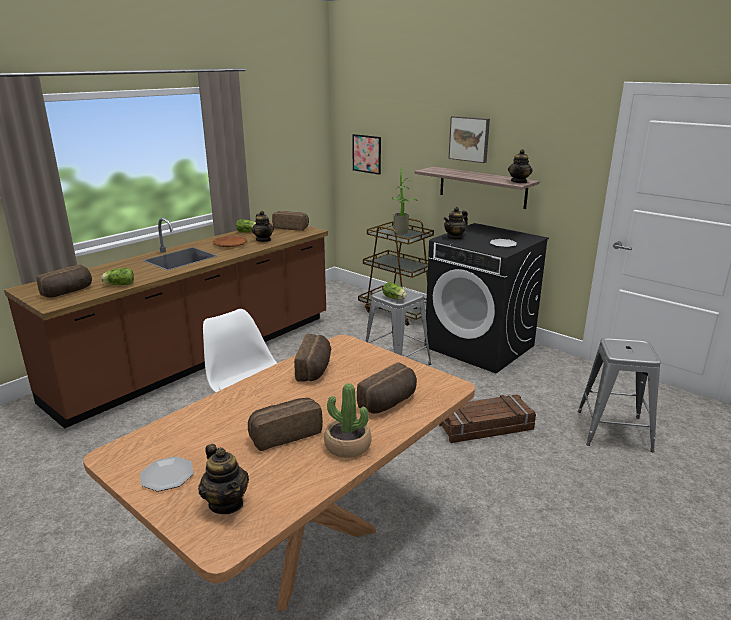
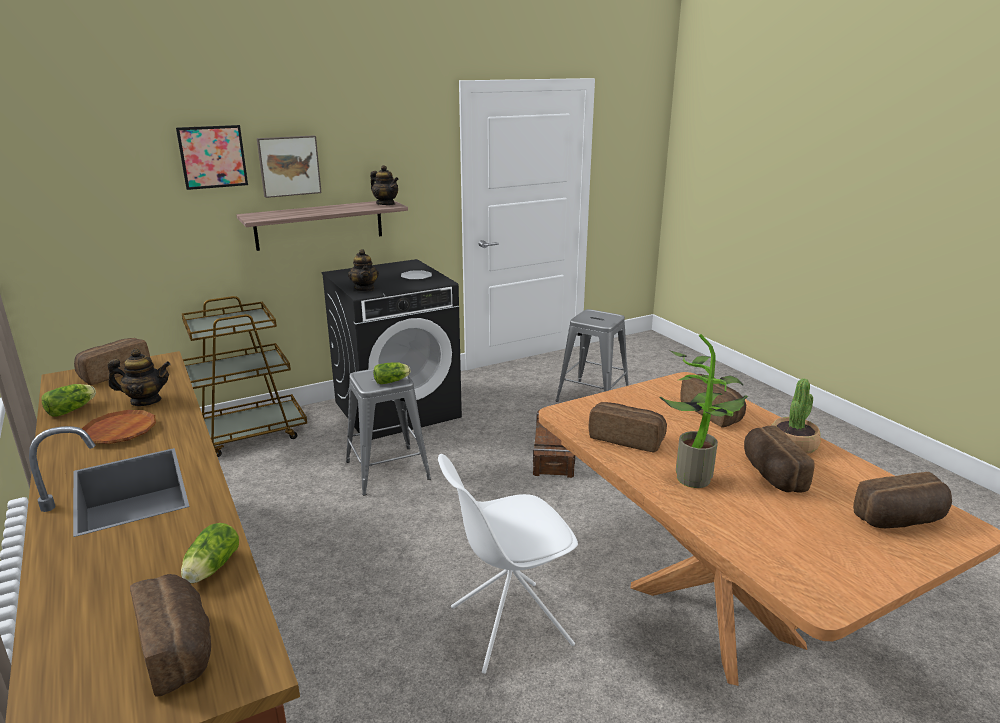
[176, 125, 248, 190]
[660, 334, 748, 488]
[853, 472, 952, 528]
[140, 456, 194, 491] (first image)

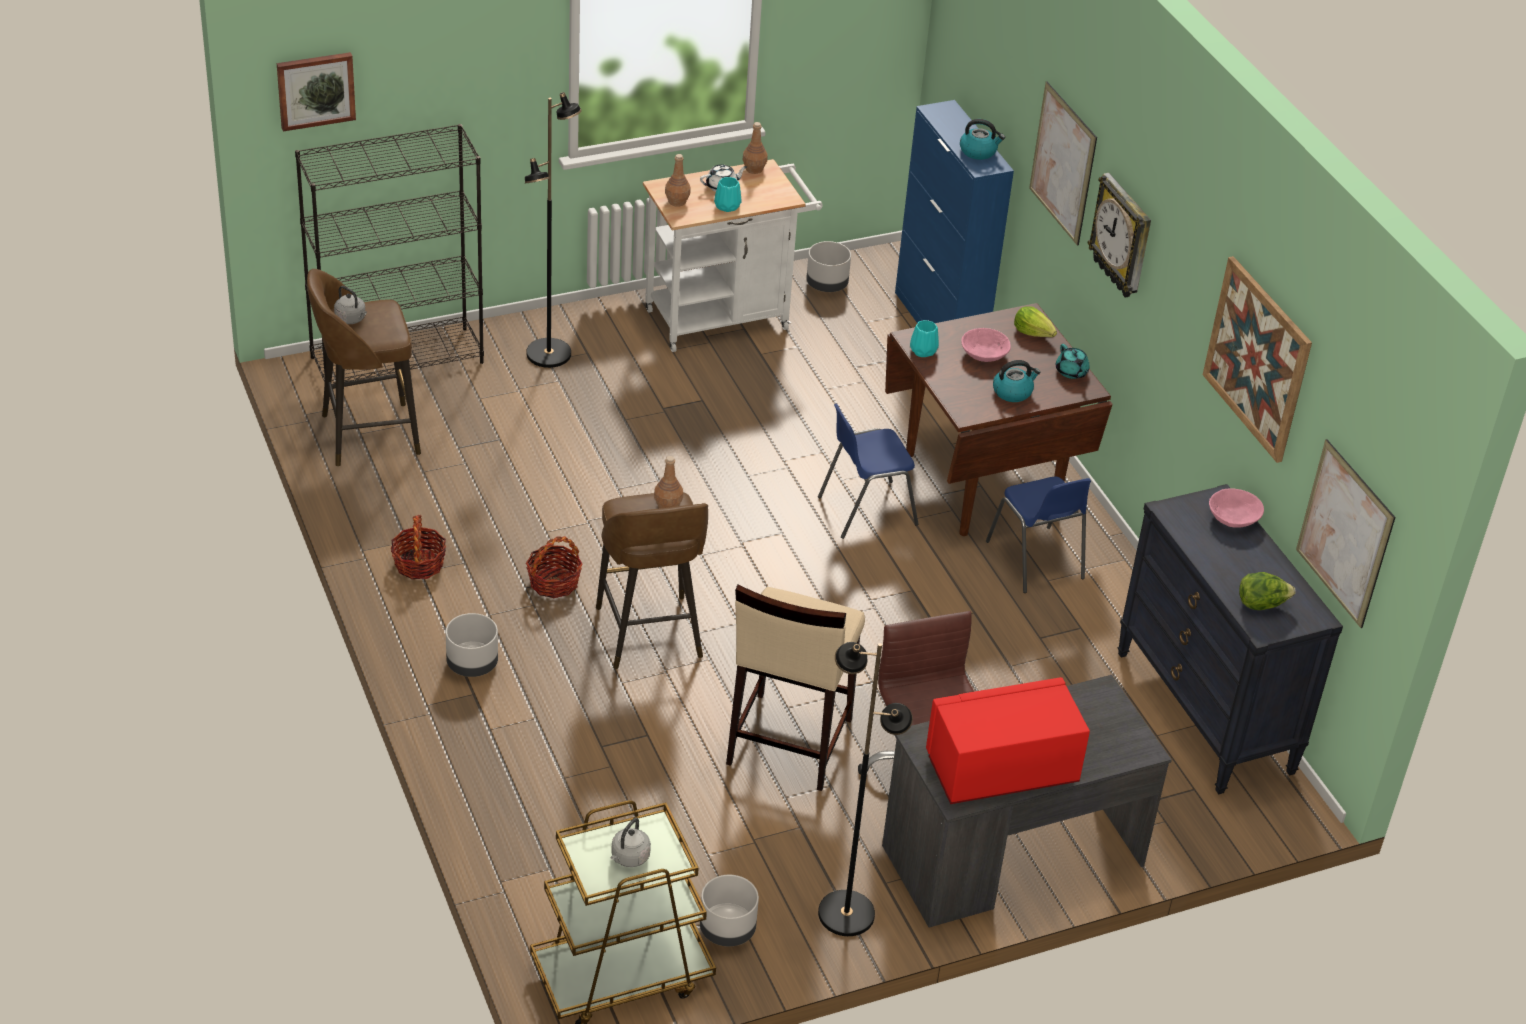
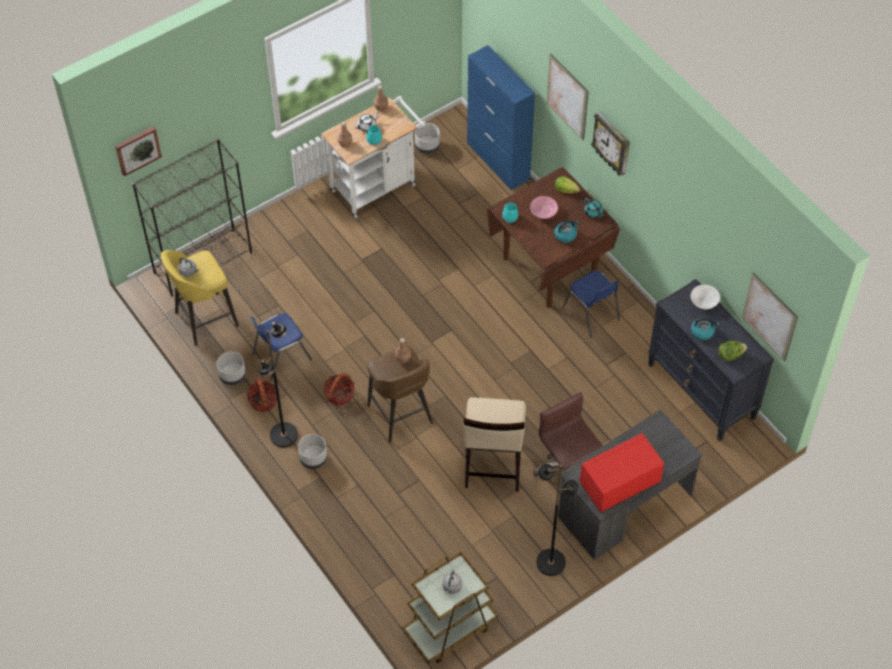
[259, 322, 298, 447]
[691, 318, 720, 340]
[1203, 256, 1312, 463] (first image)
[161, 250, 239, 346]
[250, 313, 312, 380]
[690, 285, 720, 310]
[217, 351, 246, 385]

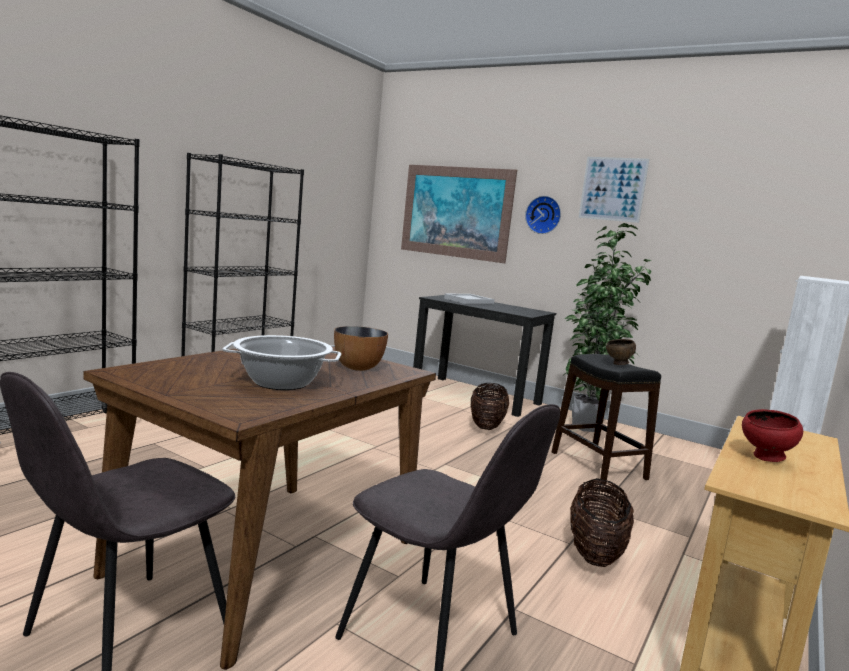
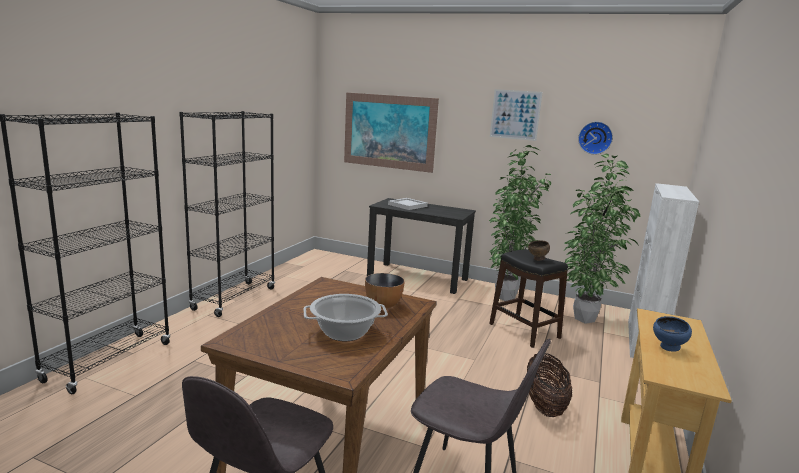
[578, 121, 613, 155]
[471, 383, 509, 430] (first image)
[653, 316, 692, 352]
[564, 154, 640, 324]

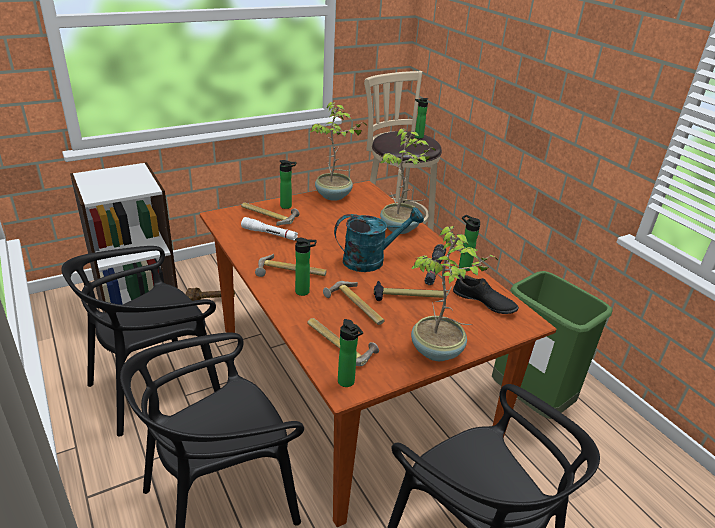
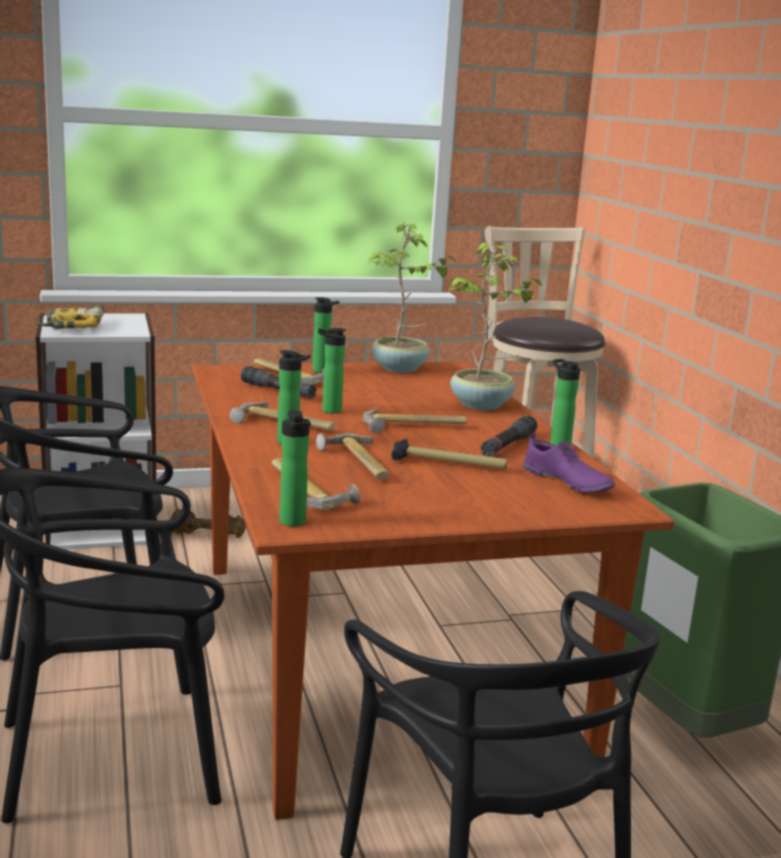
[318, 328, 346, 413]
[363, 408, 467, 433]
[240, 366, 317, 398]
[411, 226, 498, 361] (first image)
[523, 433, 616, 493]
[35, 305, 105, 329]

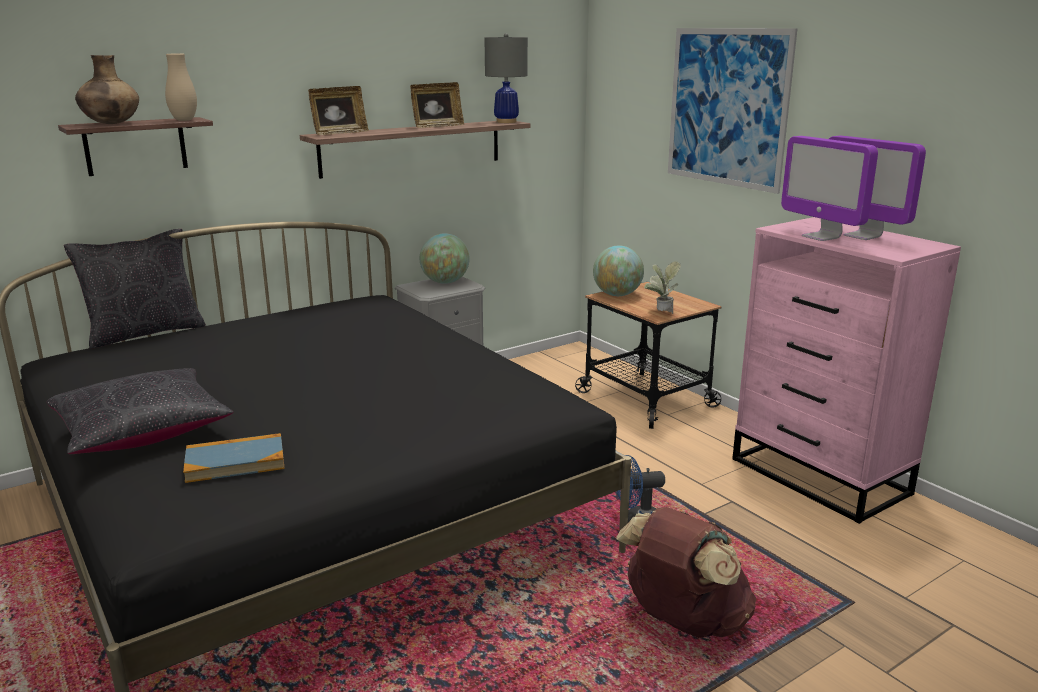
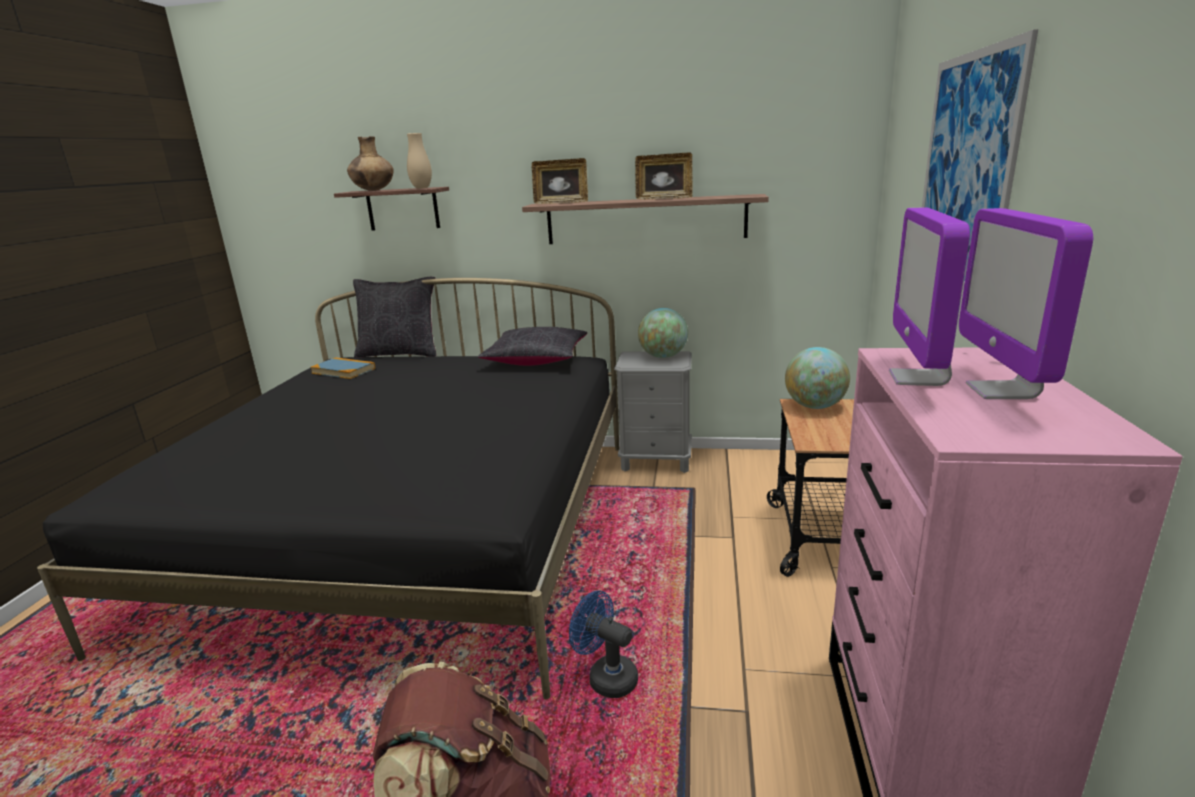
[485, 33, 528, 123] (first image)
[644, 261, 681, 314] (first image)
[478, 327, 587, 366]
[310, 357, 375, 379]

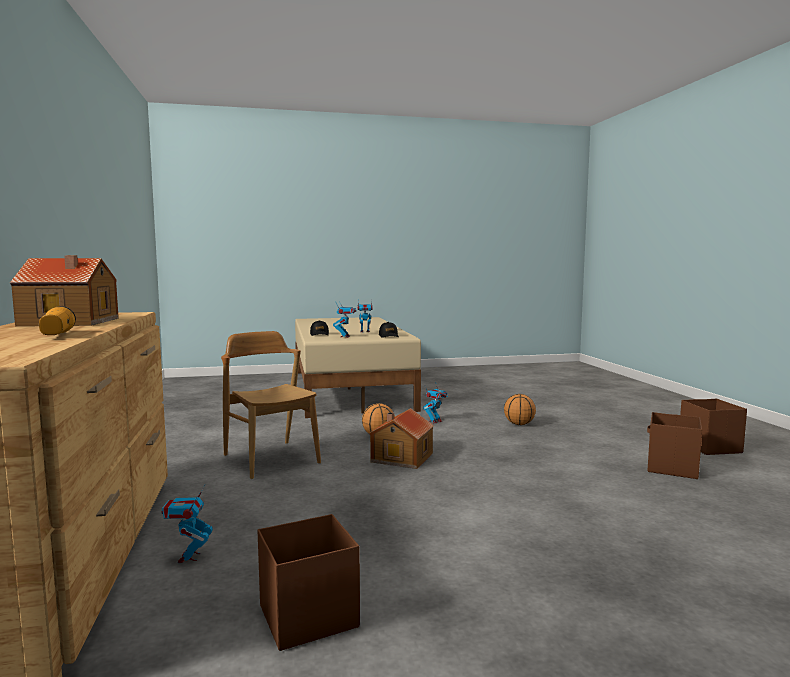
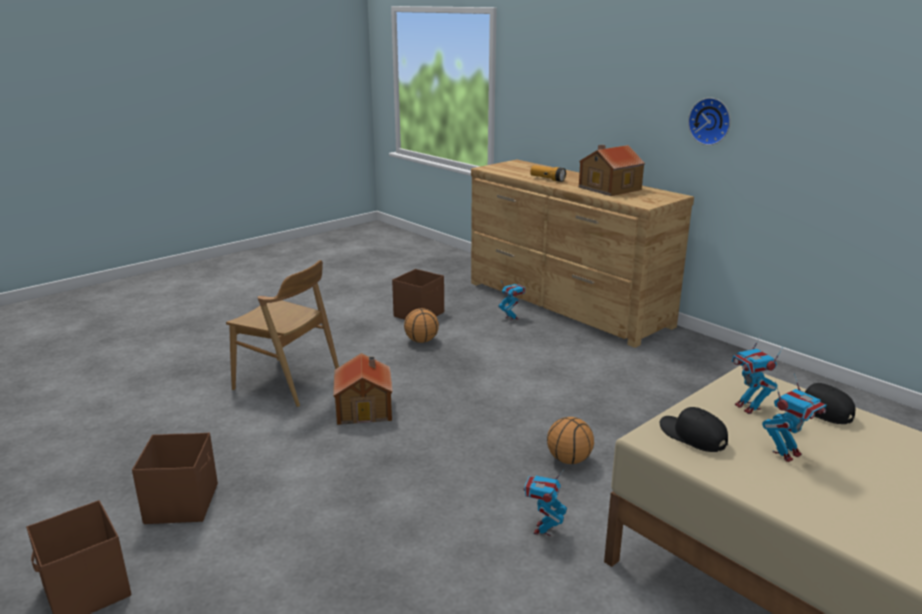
[226, 260, 339, 407]
[404, 308, 439, 343]
[333, 353, 393, 425]
[688, 98, 730, 145]

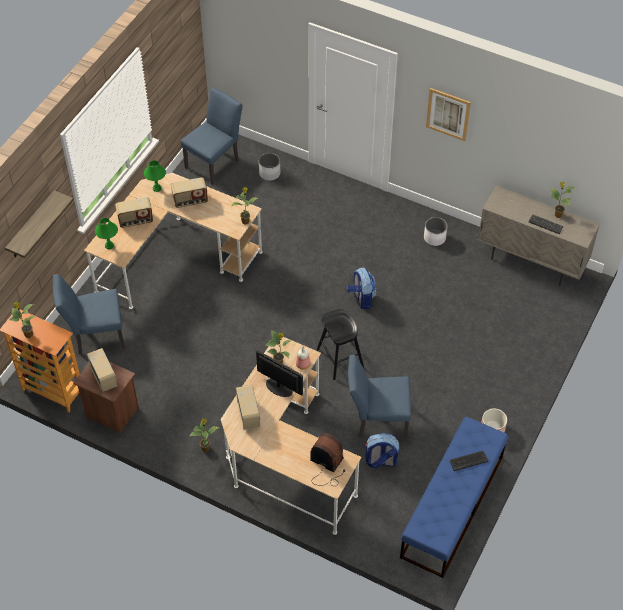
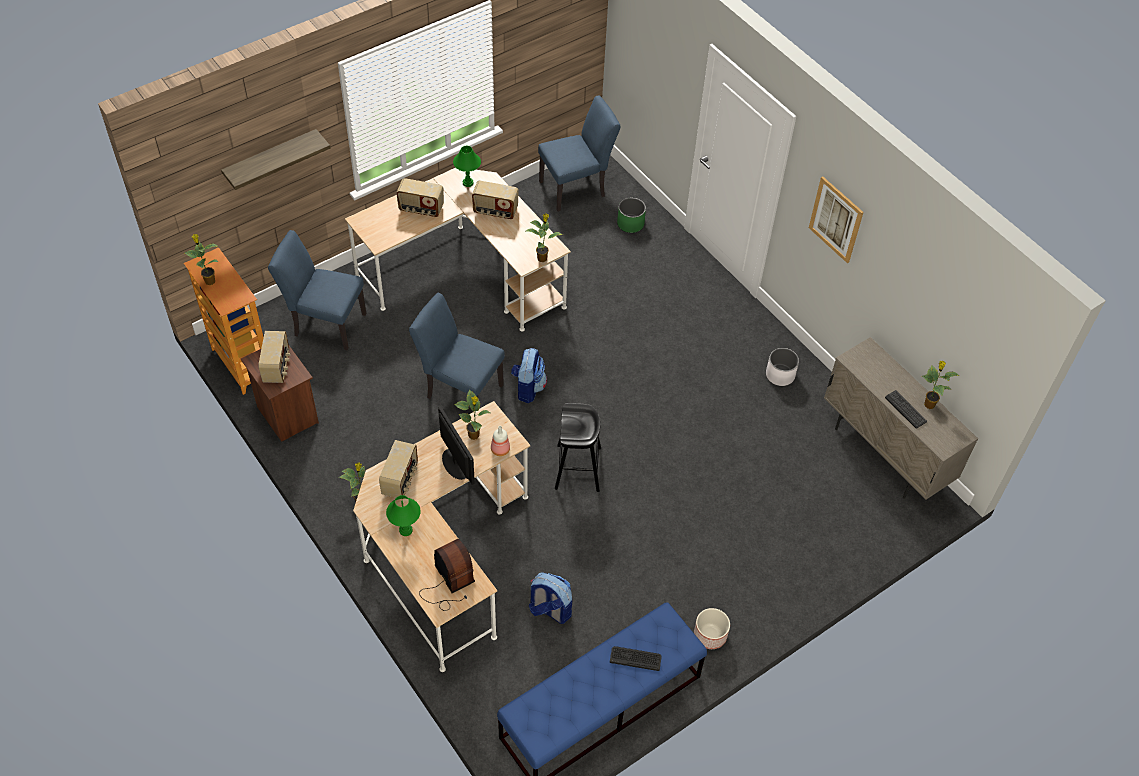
[617, 198, 646, 233]
[386, 495, 421, 536]
[511, 348, 547, 403]
[409, 293, 505, 399]

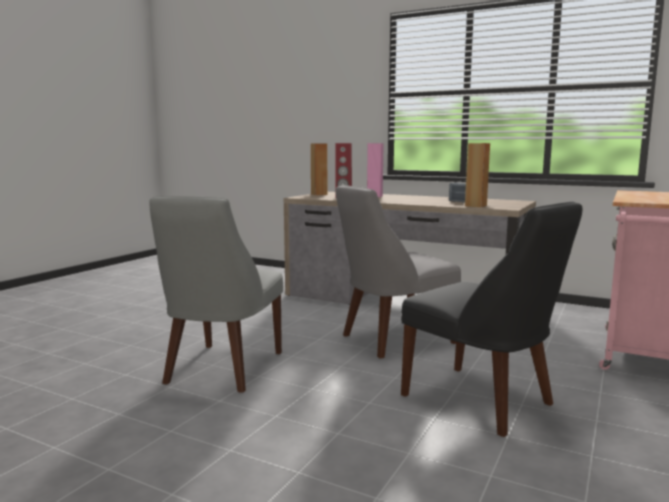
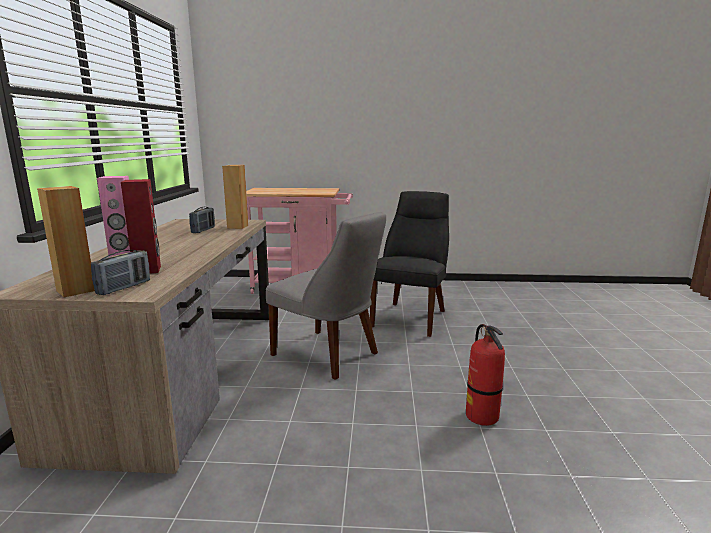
[466, 324, 505, 426]
[91, 250, 150, 295]

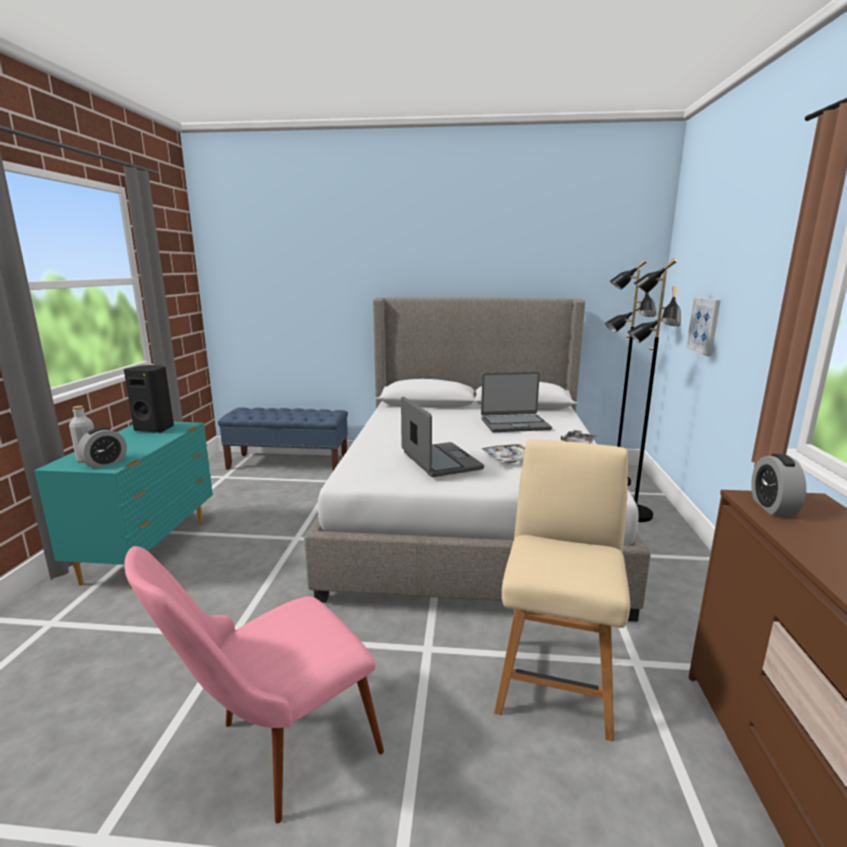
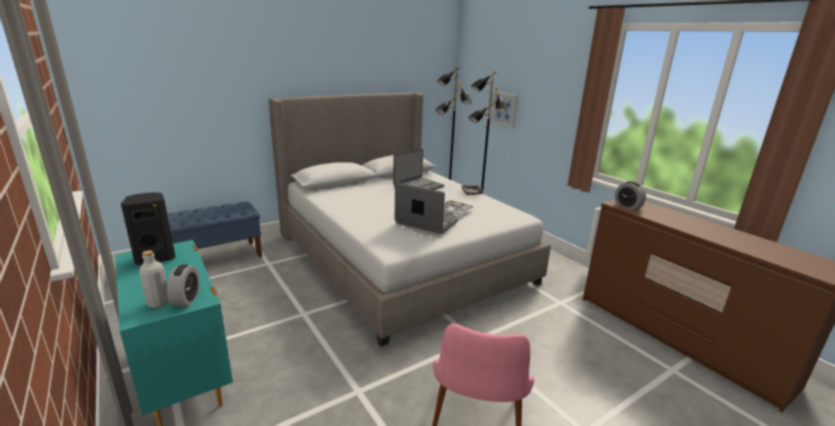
[494, 439, 630, 741] (first image)

